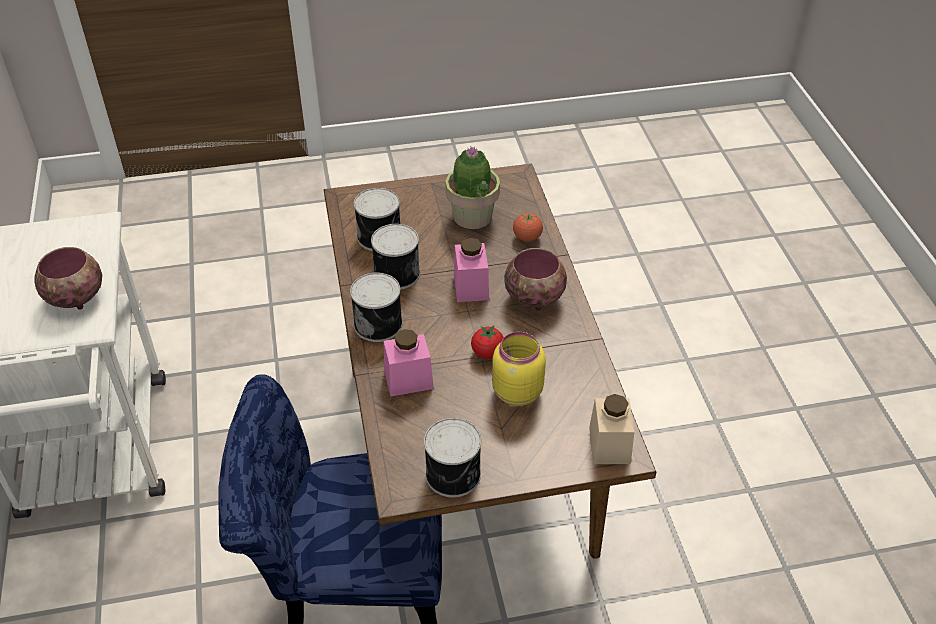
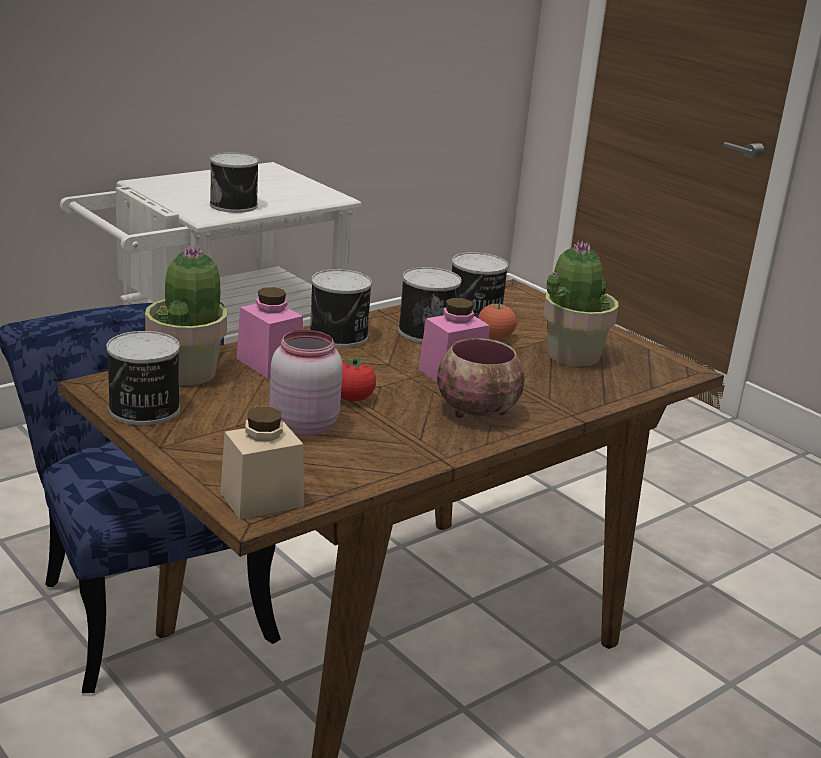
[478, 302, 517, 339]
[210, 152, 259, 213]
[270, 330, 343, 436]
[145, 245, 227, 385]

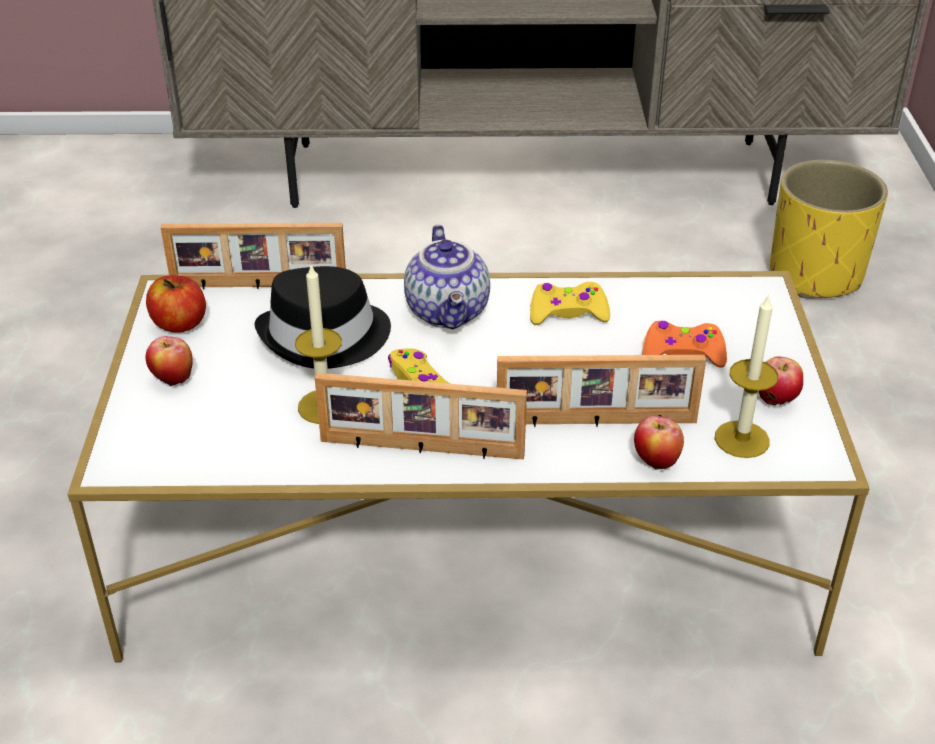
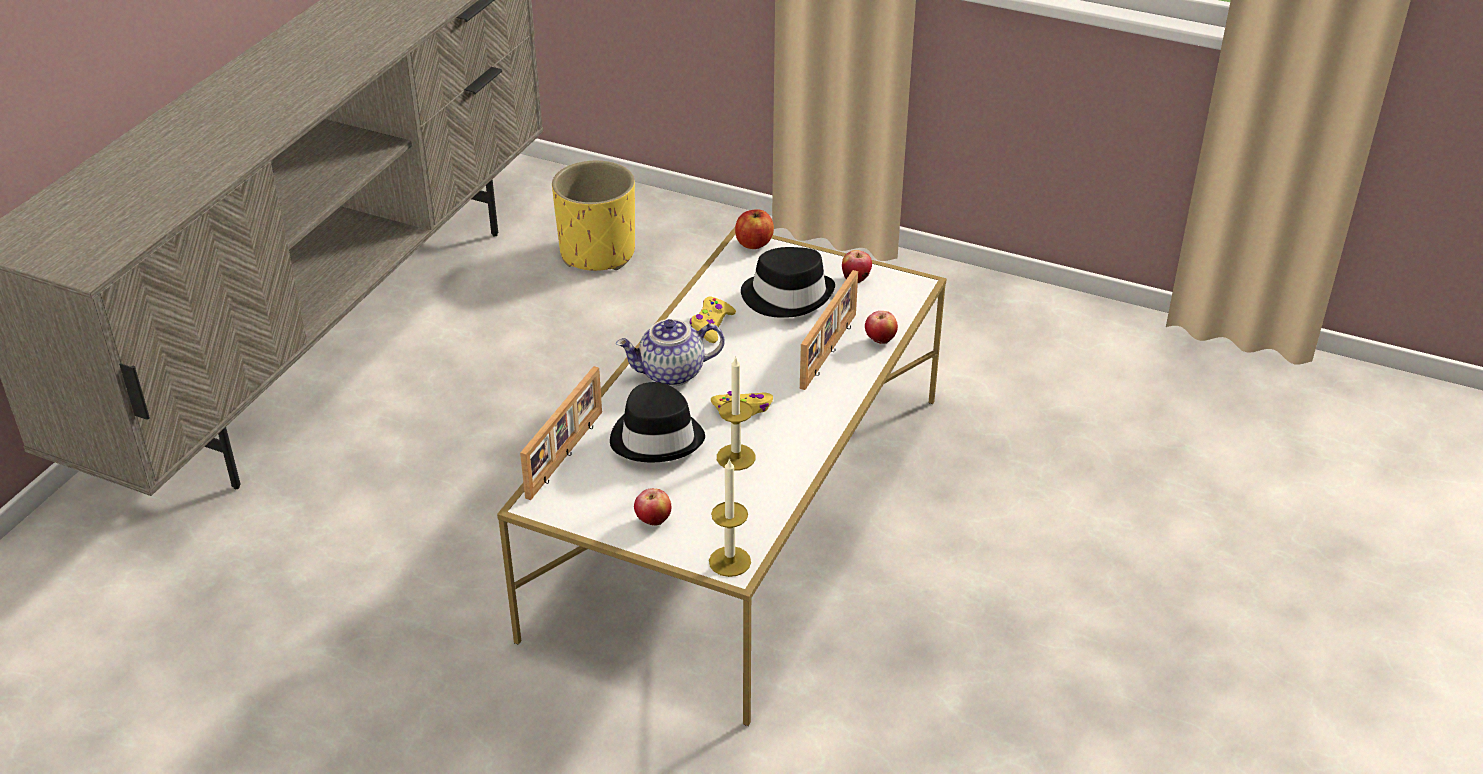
[616, 319, 725, 387]
[735, 210, 774, 249]
[709, 458, 751, 577]
[741, 247, 835, 318]
[315, 373, 527, 460] (first image)

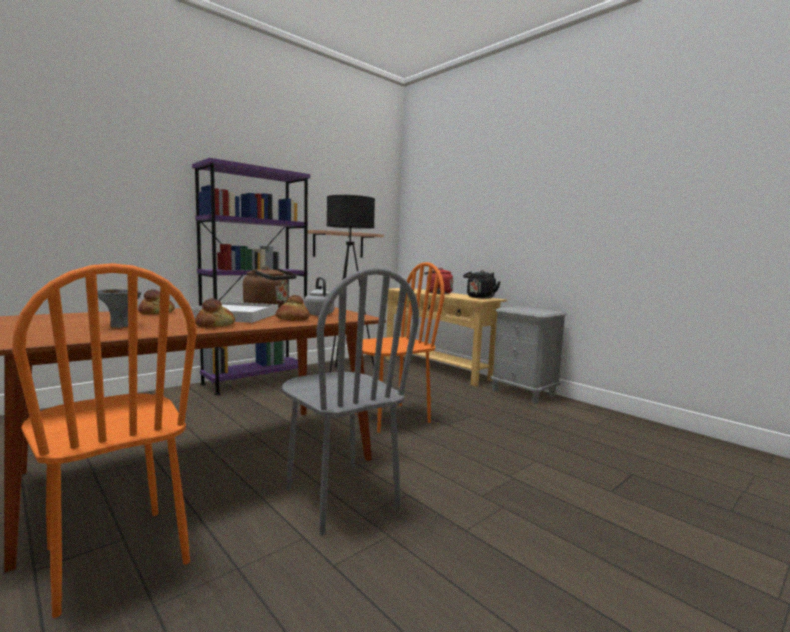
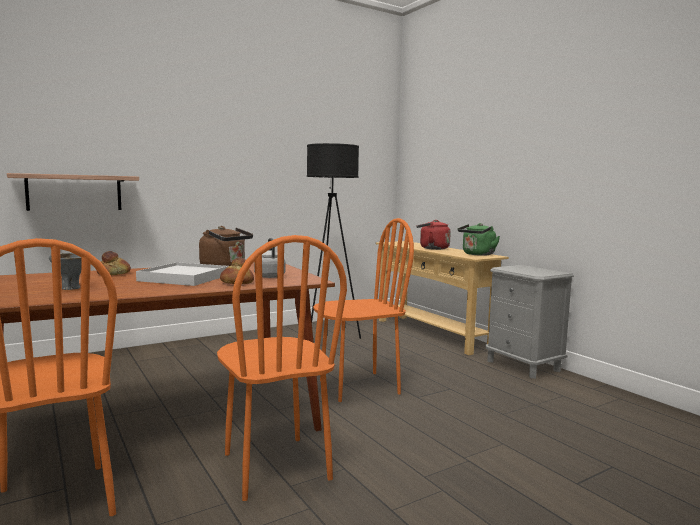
[192, 158, 310, 395] (first image)
[7, 173, 139, 211]
[217, 235, 347, 501]
[458, 223, 500, 256]
[195, 298, 235, 328] (first image)

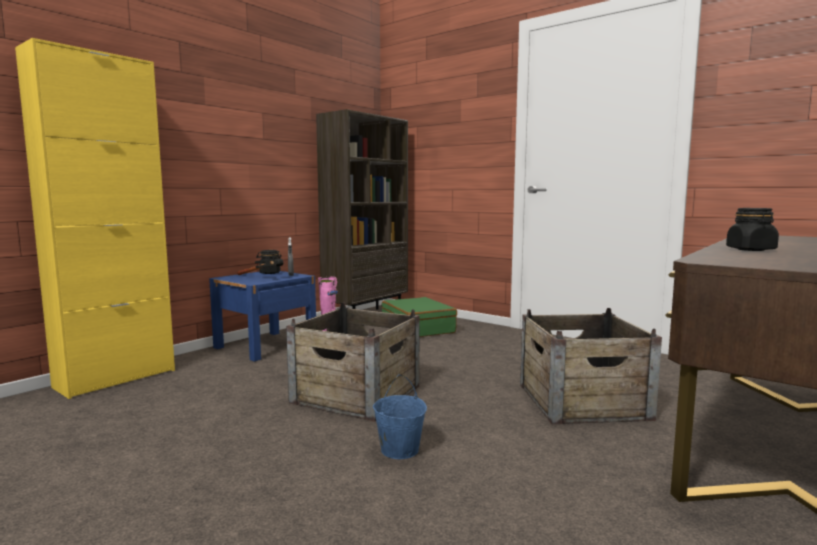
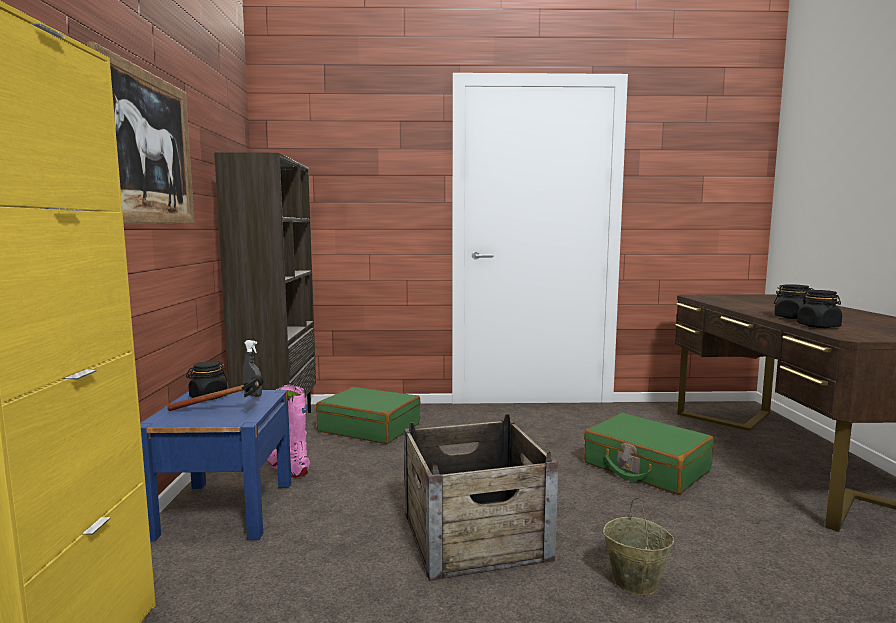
[584, 413, 714, 495]
[603, 498, 674, 596]
[87, 42, 195, 224]
[797, 290, 842, 328]

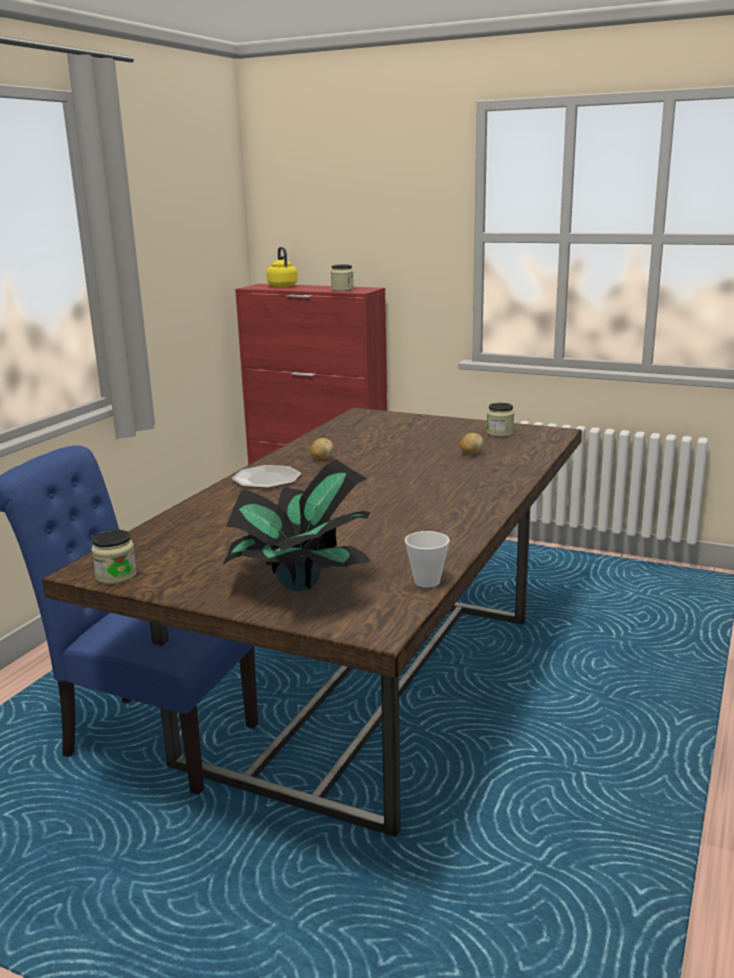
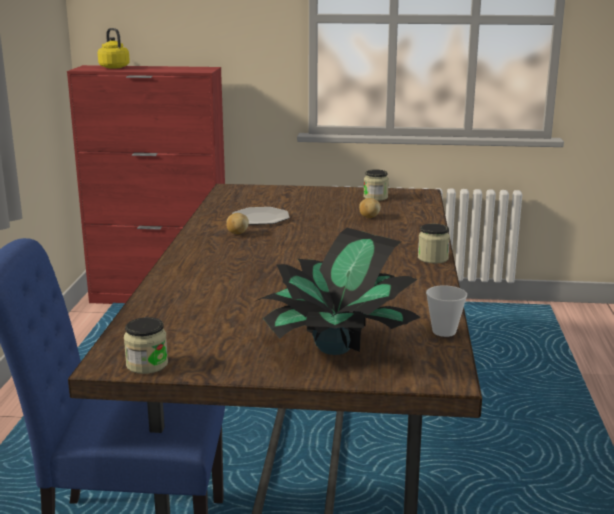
[418, 224, 450, 264]
[232, 207, 290, 225]

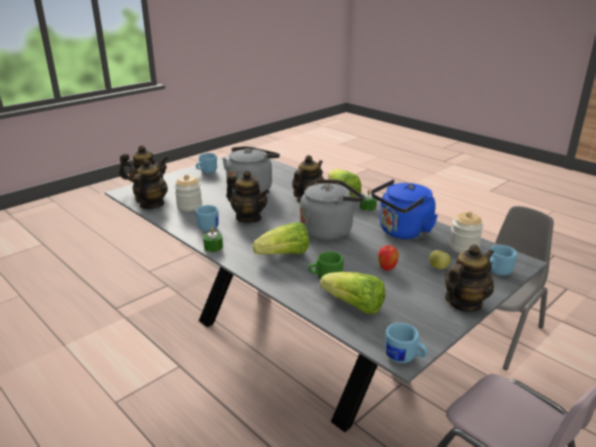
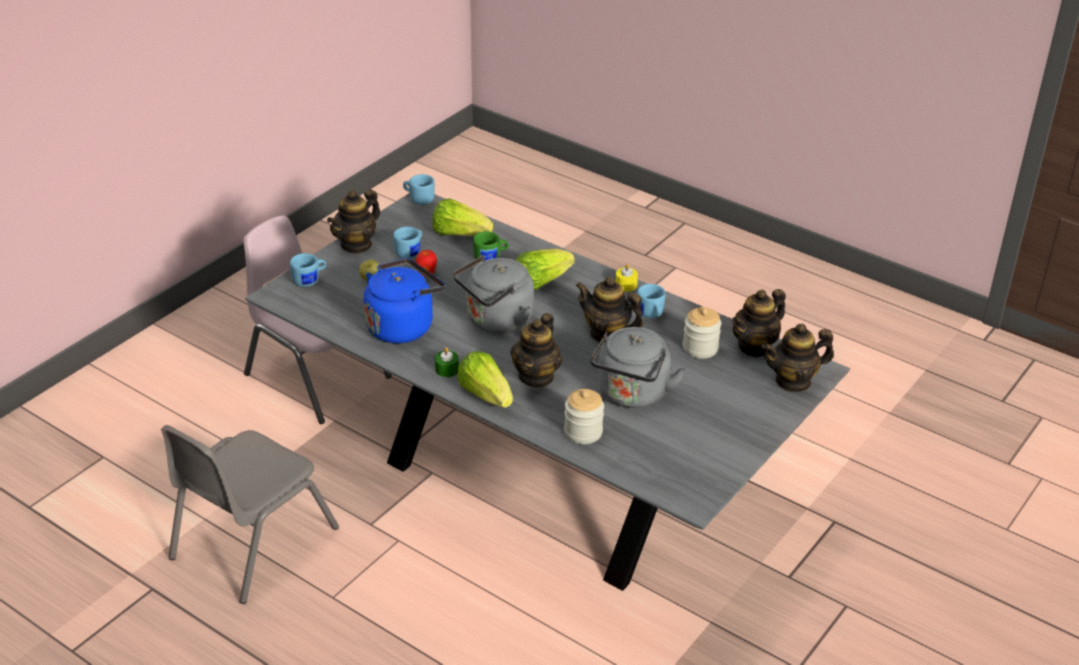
[393, 227, 422, 259]
[732, 289, 786, 358]
[564, 389, 604, 444]
[616, 264, 638, 292]

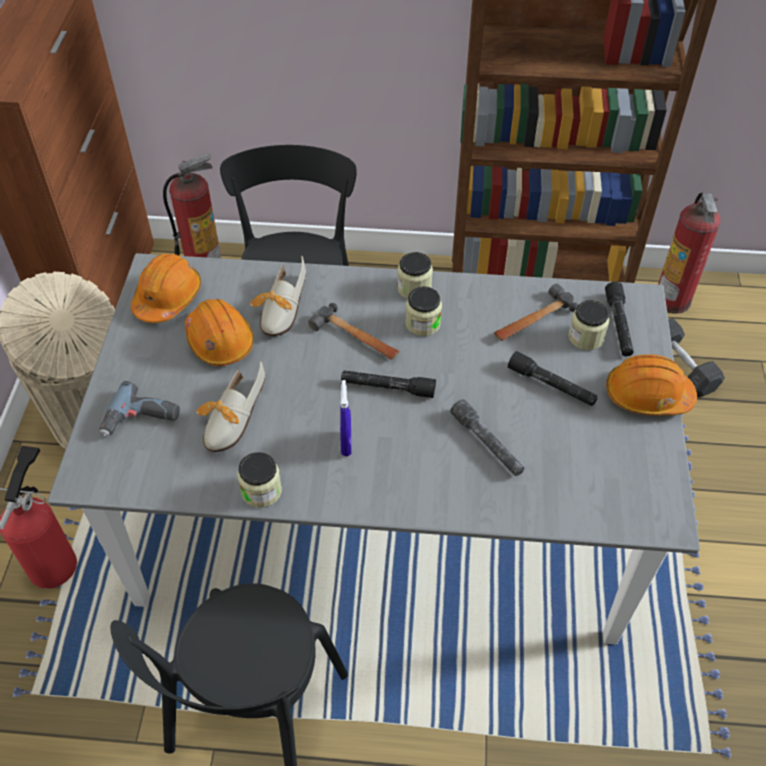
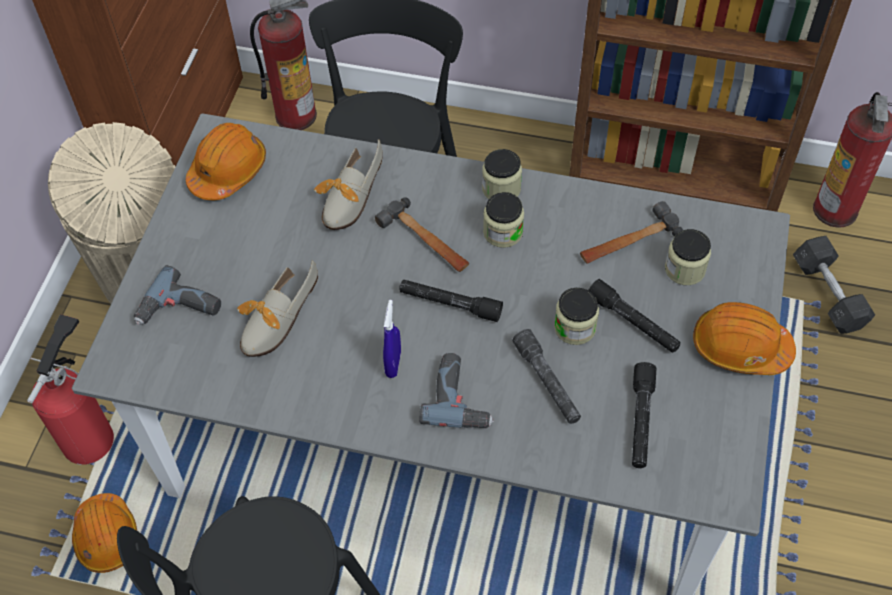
[632, 362, 657, 468]
[72, 493, 137, 573]
[554, 288, 599, 345]
[419, 353, 494, 428]

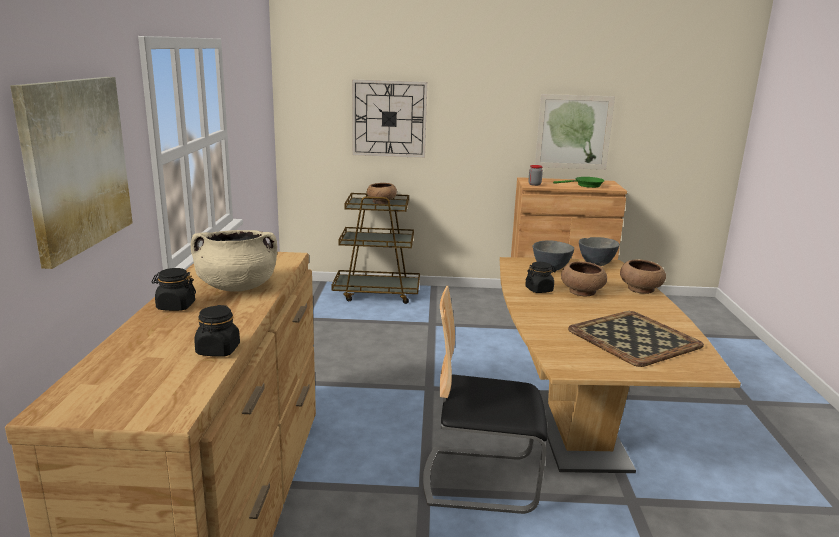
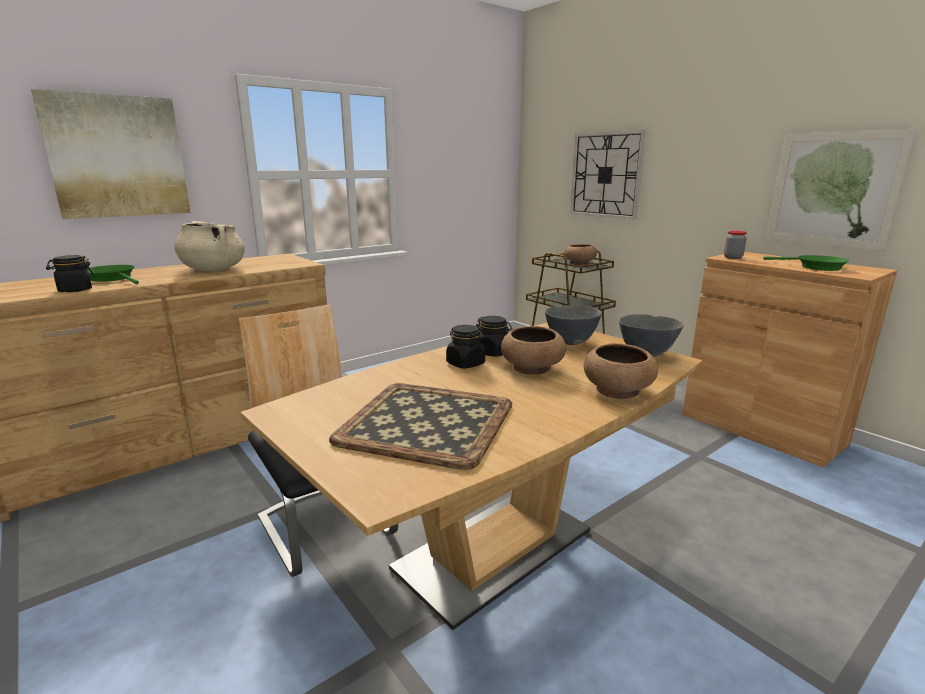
[446, 325, 485, 369]
[86, 265, 139, 284]

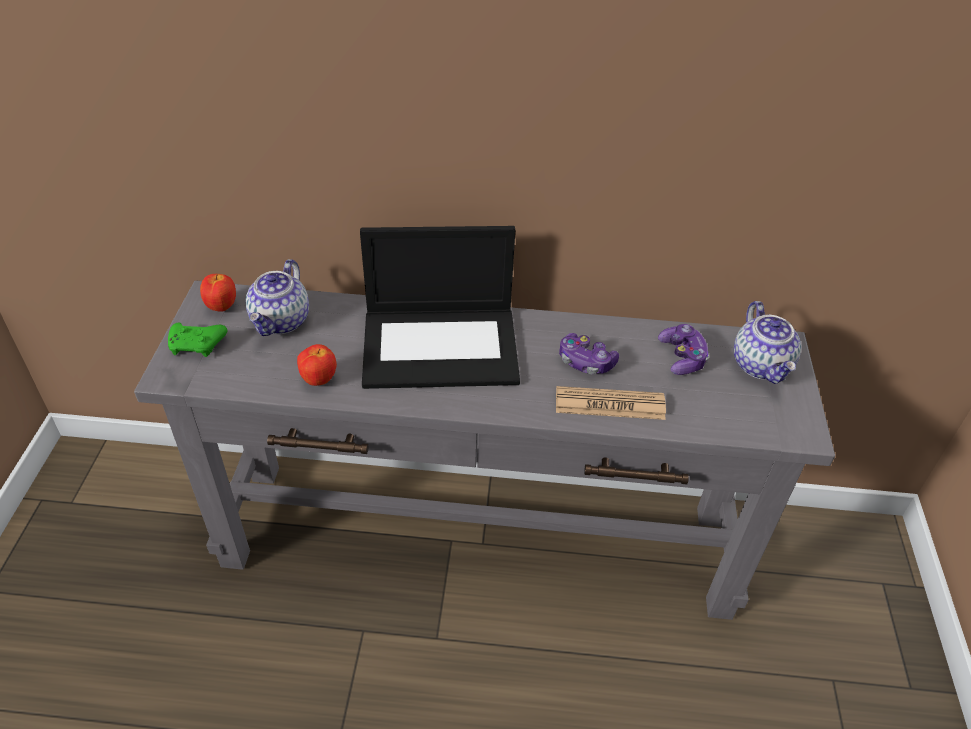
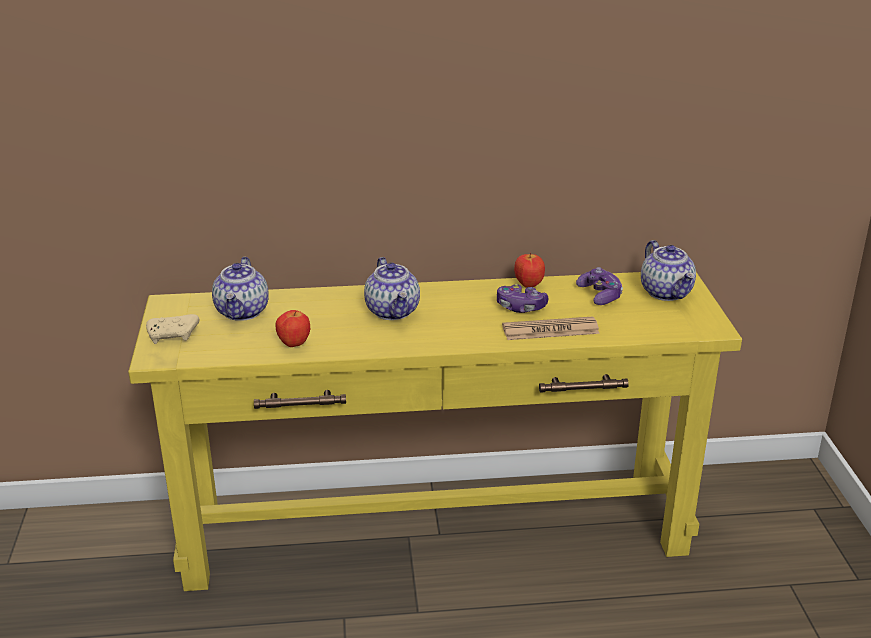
[364, 257, 420, 320]
[514, 253, 545, 287]
[128, 272, 742, 591]
[146, 314, 199, 344]

